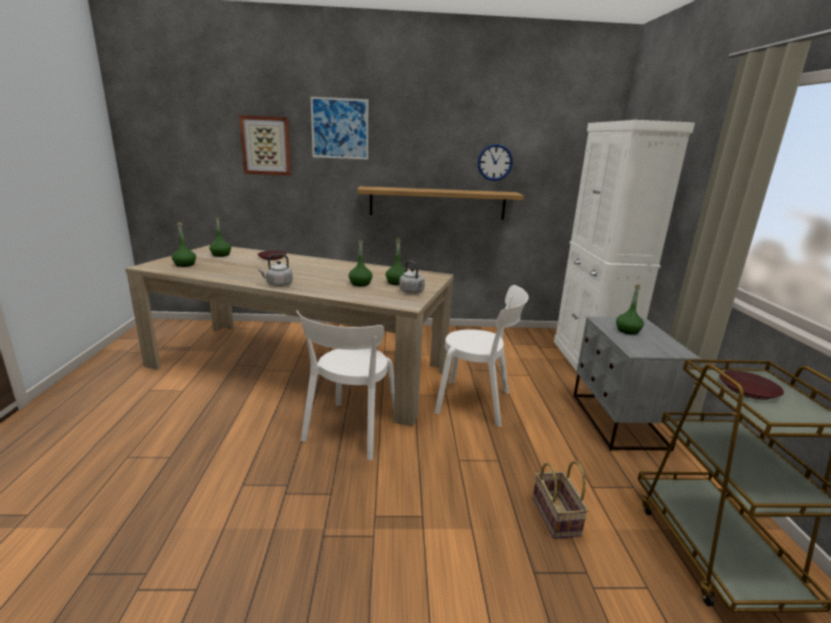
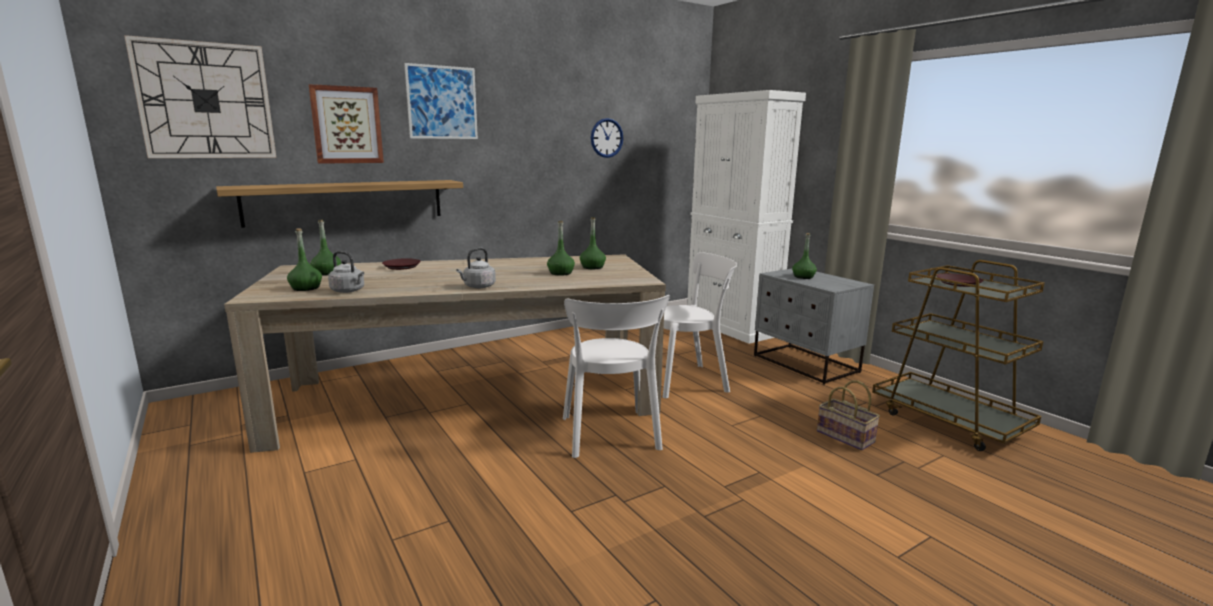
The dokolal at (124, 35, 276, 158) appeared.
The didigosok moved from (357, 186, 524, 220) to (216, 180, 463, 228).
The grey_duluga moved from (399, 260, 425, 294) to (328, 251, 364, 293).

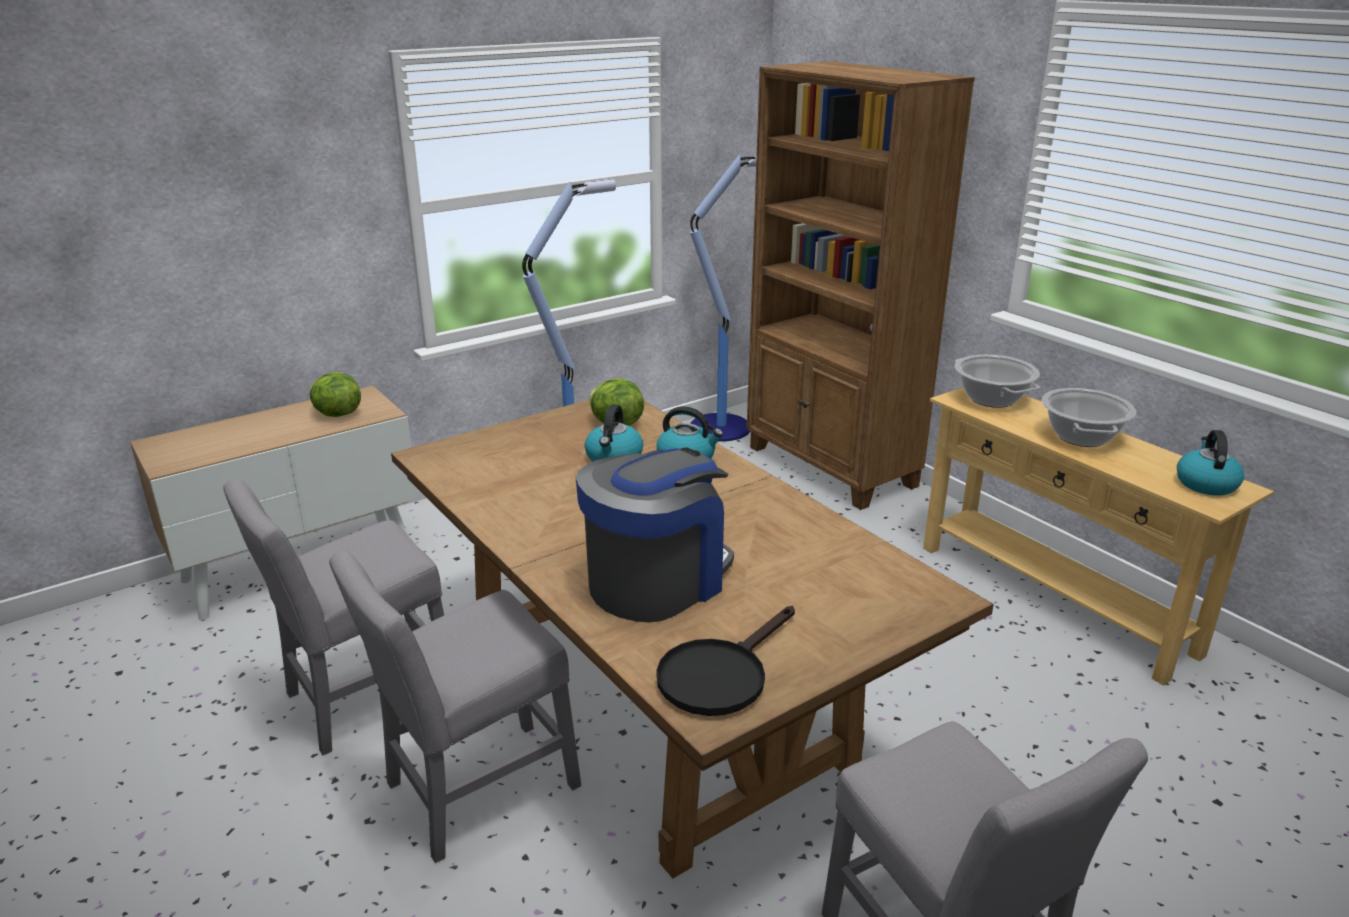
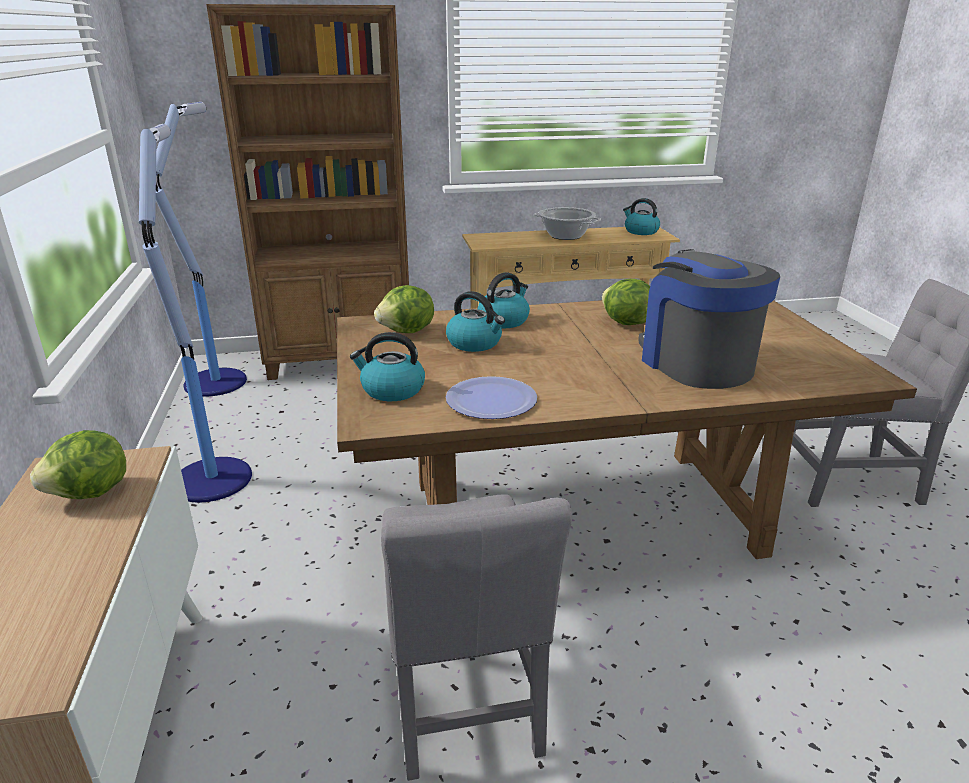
The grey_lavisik at (329, 551, 581, 863) disappeared.
The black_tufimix at (656, 606, 795, 716) disappeared.
The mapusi at (955, 355, 1040, 408) disappeared.
The duluga at (350, 332, 425, 401) appeared.
The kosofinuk at (446, 376, 537, 419) appeared.
The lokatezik at (602, 279, 650, 325) appeared.

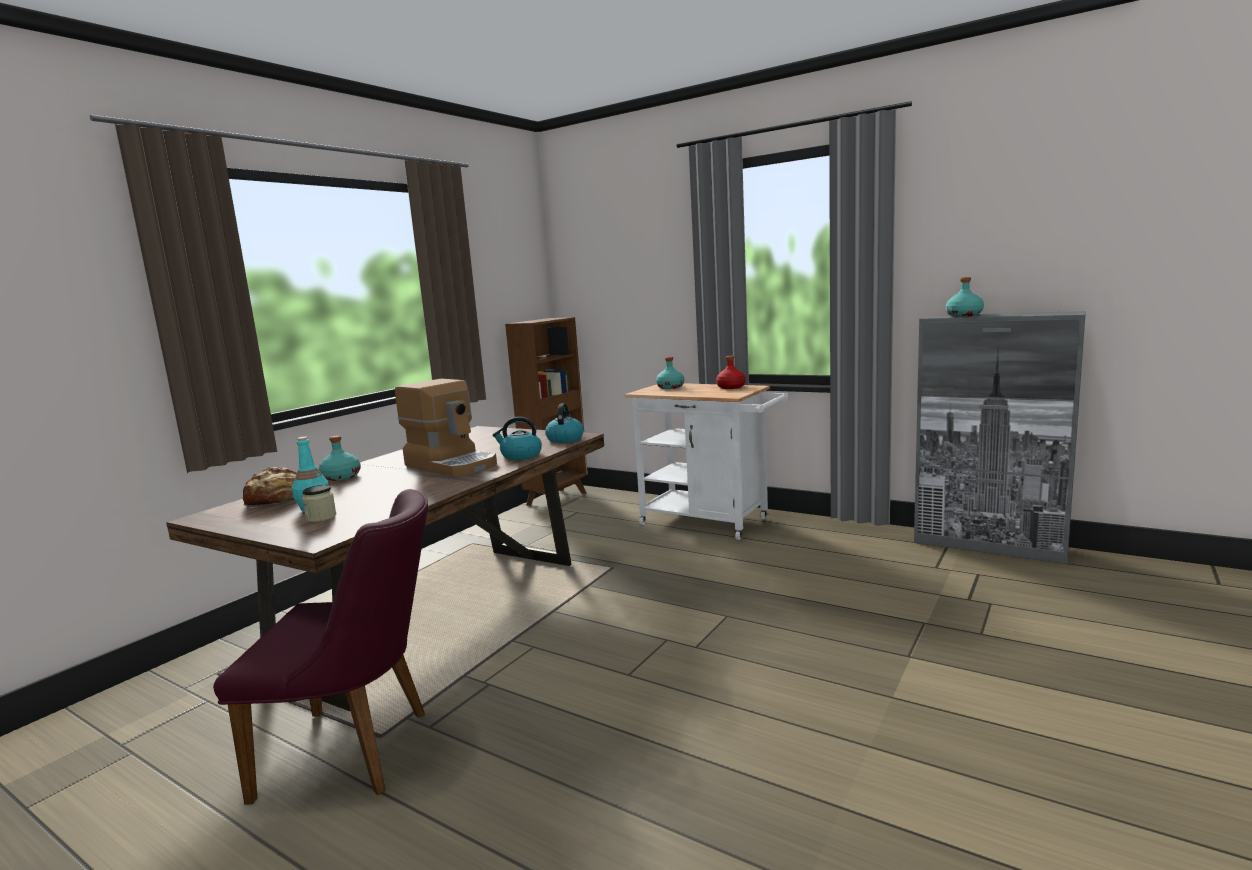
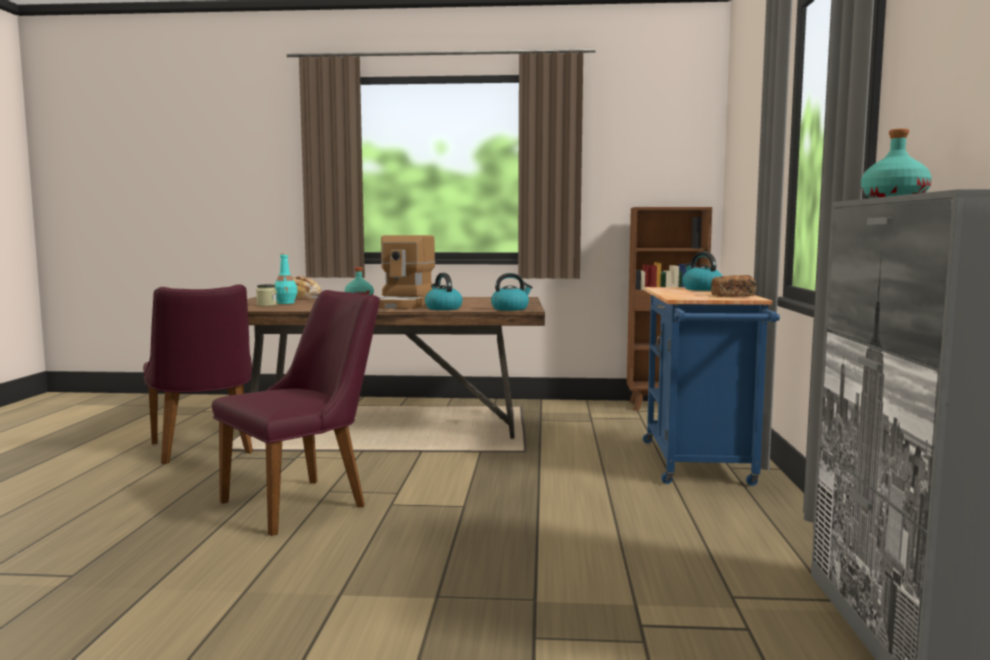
The purple_lavisik at (212, 290, 380, 536) appeared.
The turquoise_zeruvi at (656, 357, 684, 389) was replaced by the duluga at (682, 252, 722, 291).
The red_zeruvi at (716, 356, 746, 389) was replaced by the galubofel at (711, 275, 756, 297).
The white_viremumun at (624, 383, 788, 540) became the blue_viremumun at (643, 287, 780, 486).

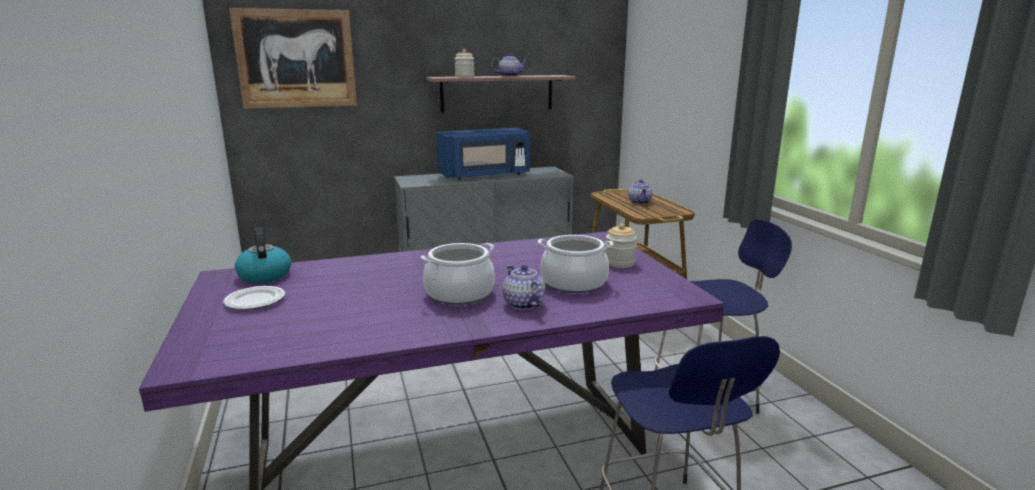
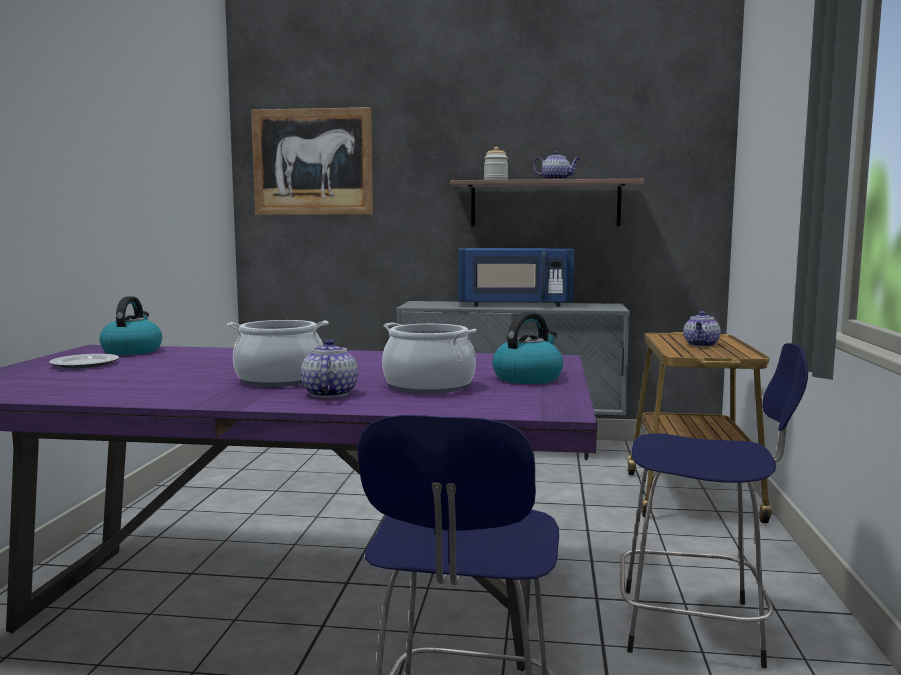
The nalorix at (606, 224, 637, 268) was replaced by the duluga at (492, 312, 563, 384).

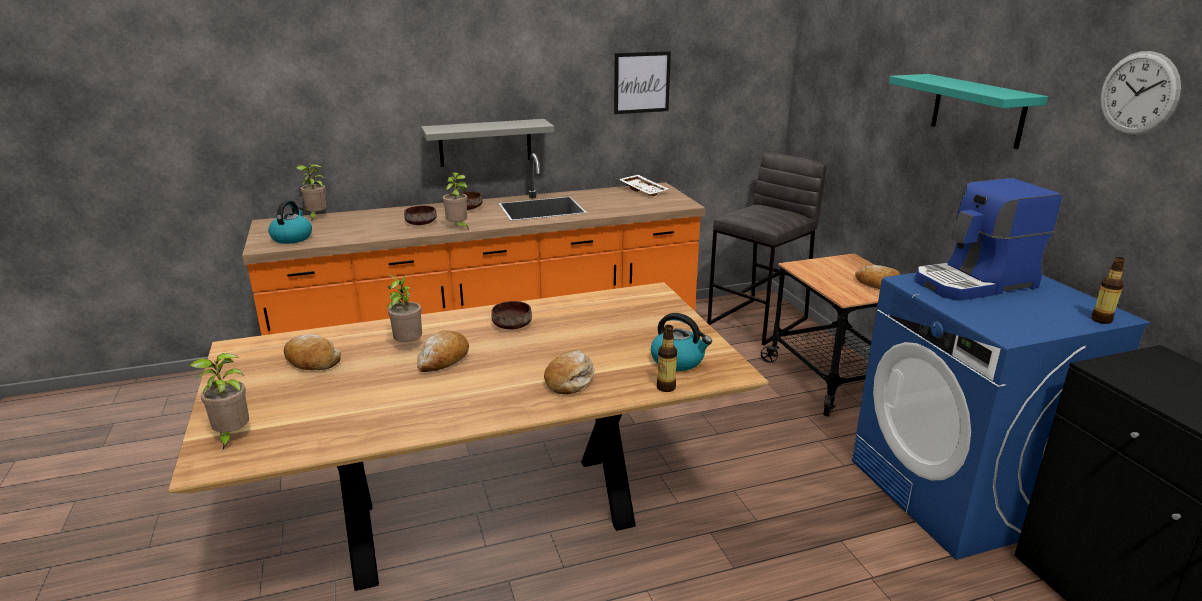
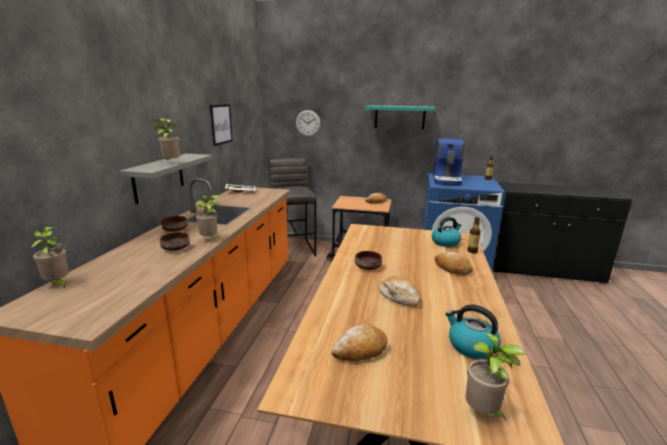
The duluga moved from (268, 200, 312, 244) to (445, 305, 501, 359).
The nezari moved from (387, 273, 422, 342) to (152, 118, 180, 162).
The dokolal moved from (1101, 51, 1181, 135) to (296, 110, 321, 137).

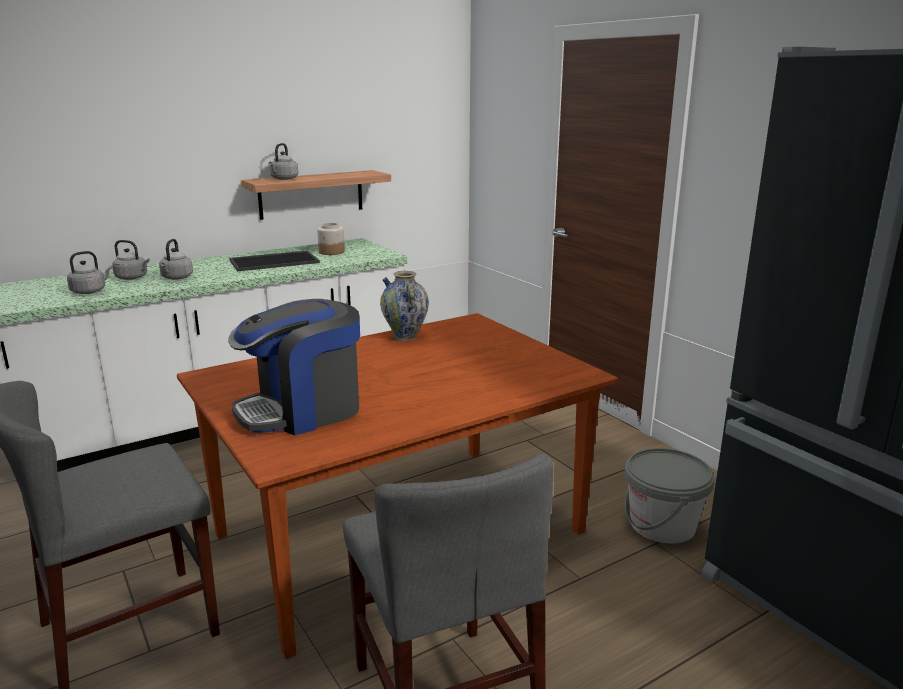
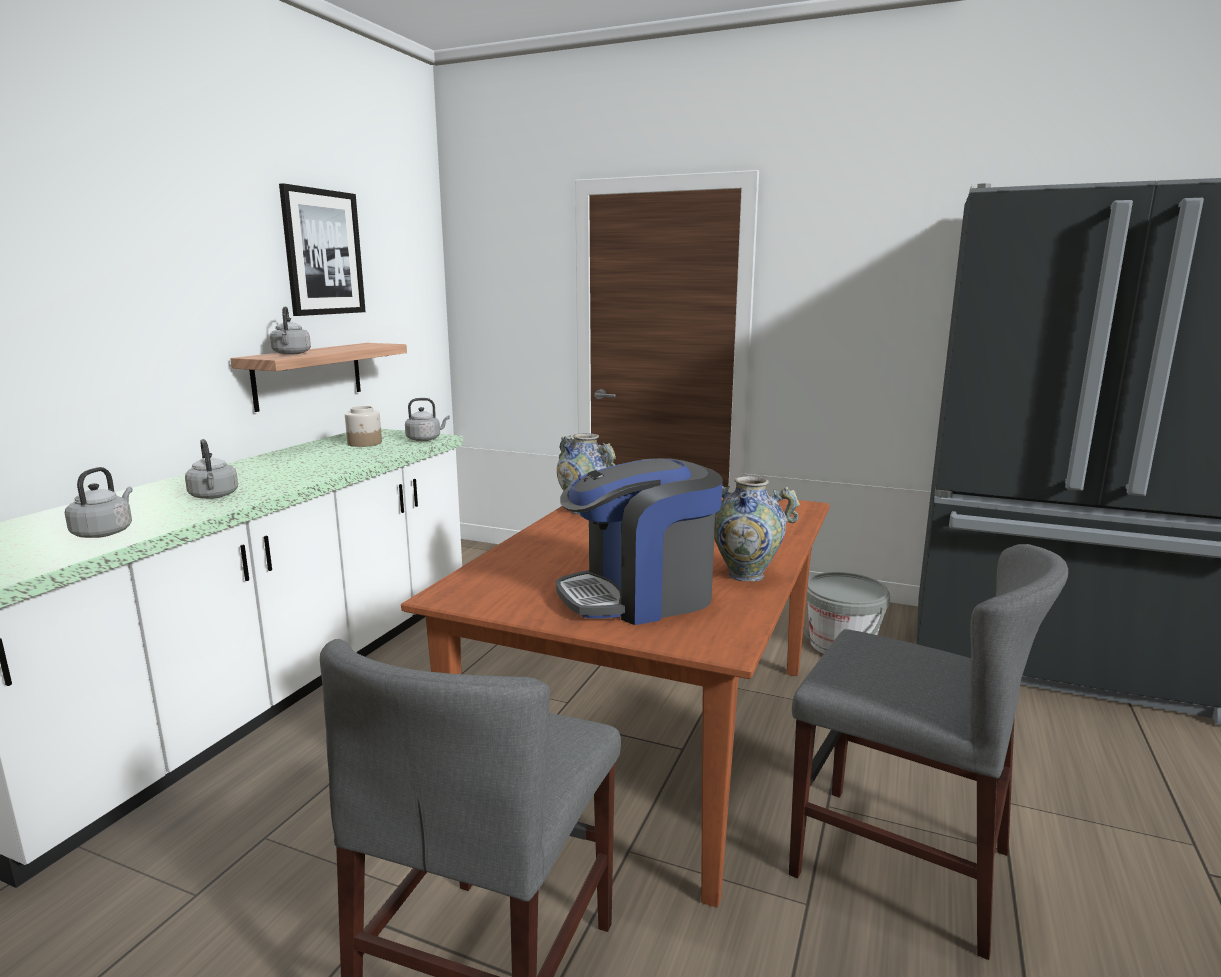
The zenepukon at (229, 250, 320, 271) disappeared.
The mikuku at (279, 183, 366, 316) appeared.
The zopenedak at (714, 476, 800, 582) appeared.
The grey_duluga moved from (112, 240, 150, 280) to (405, 398, 450, 441).
The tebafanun at (228, 299, 360, 435) turned 45 degrees clockwise.

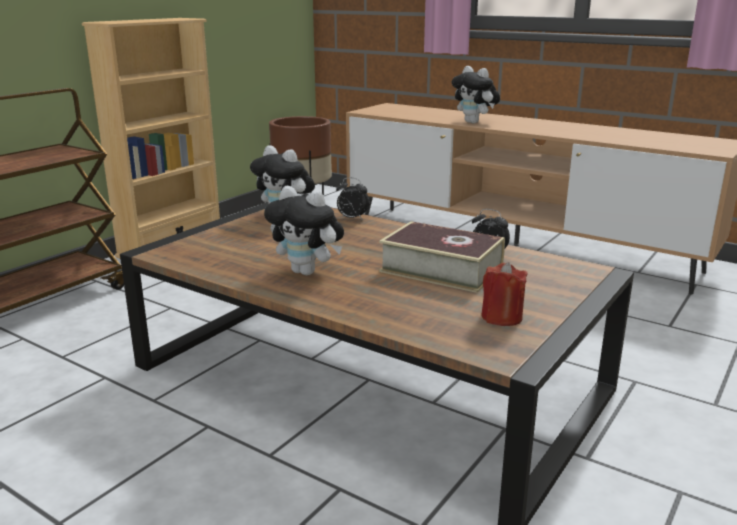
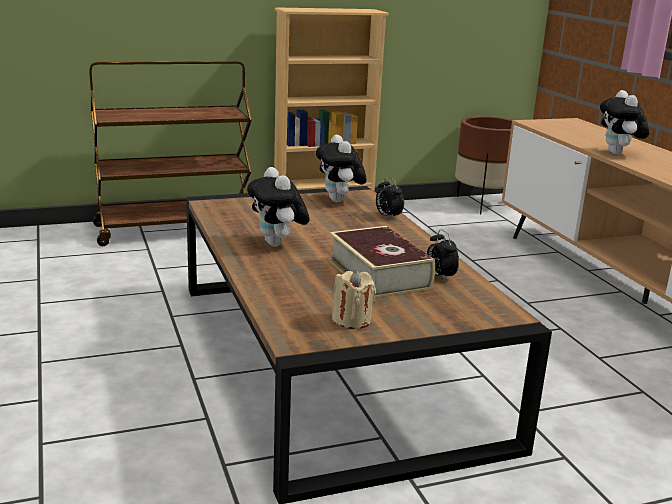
The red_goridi at (481, 262, 528, 326) became the beige_goridi at (332, 270, 376, 329).

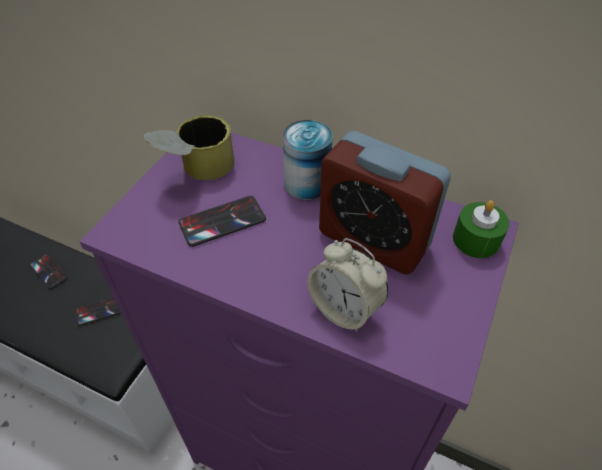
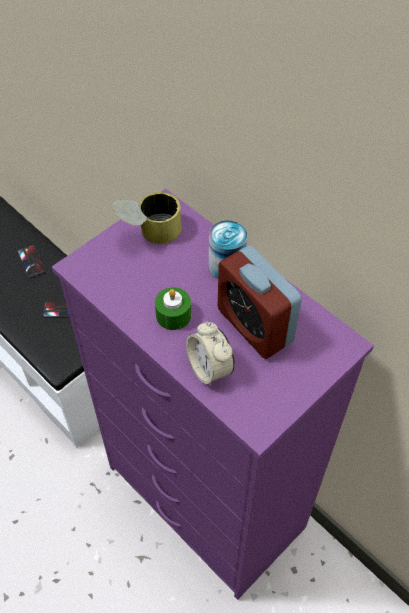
The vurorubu at (179, 196, 266, 247) disappeared.
The green_goridi moved from (453, 200, 509, 258) to (155, 287, 191, 330).

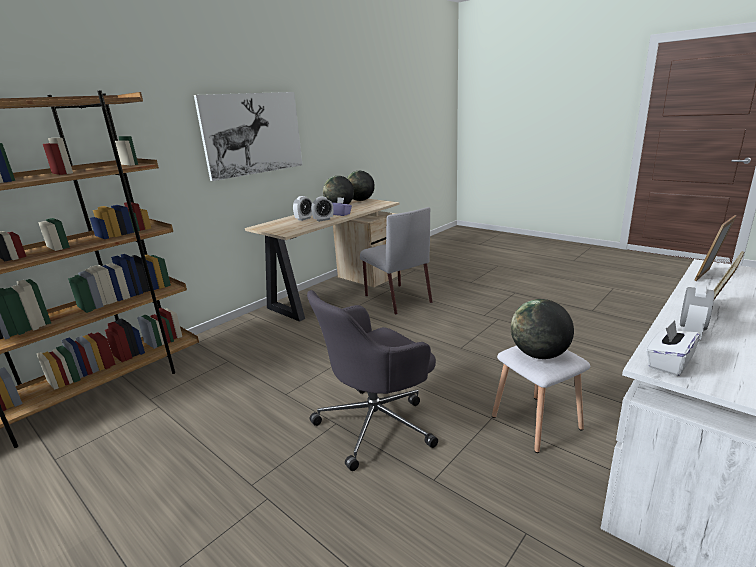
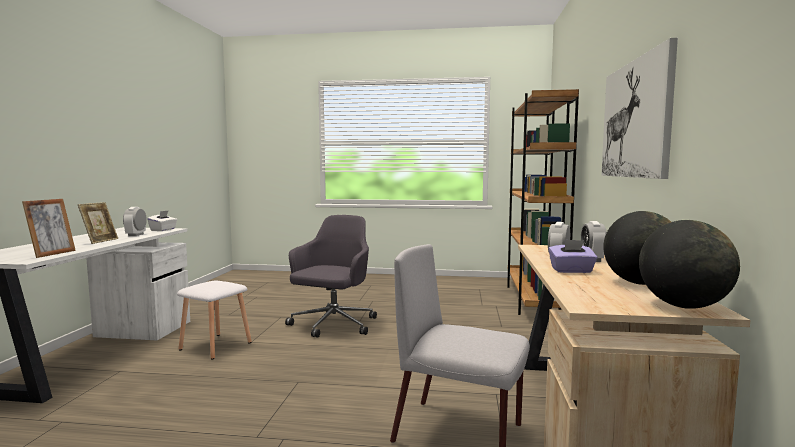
The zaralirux at (511, 299, 574, 359) disappeared.

